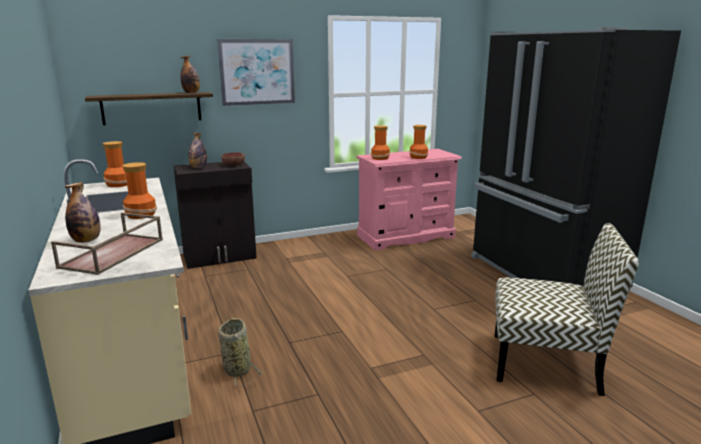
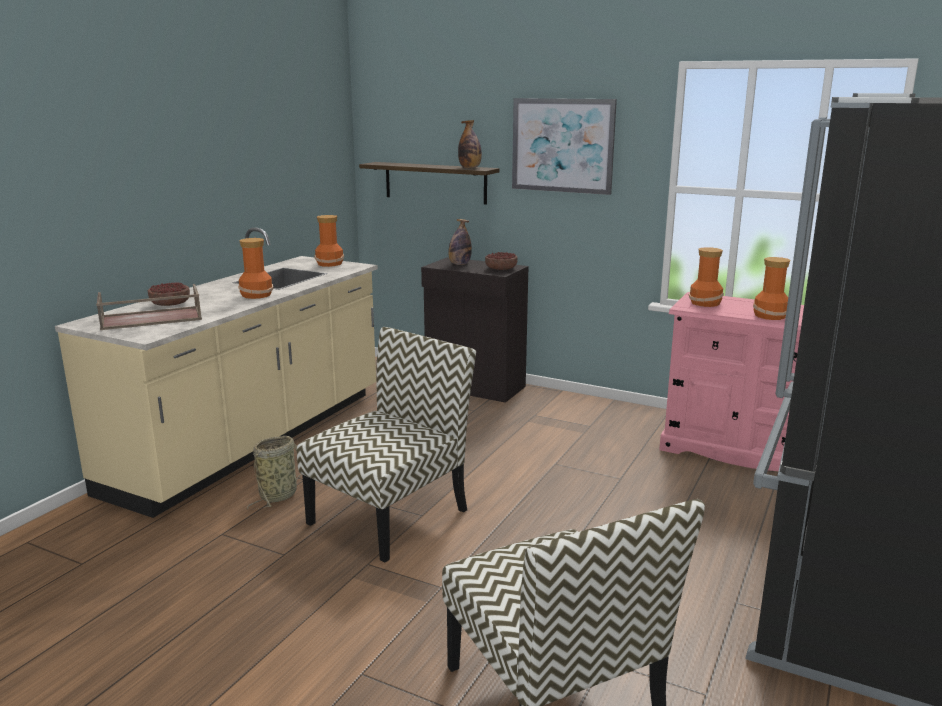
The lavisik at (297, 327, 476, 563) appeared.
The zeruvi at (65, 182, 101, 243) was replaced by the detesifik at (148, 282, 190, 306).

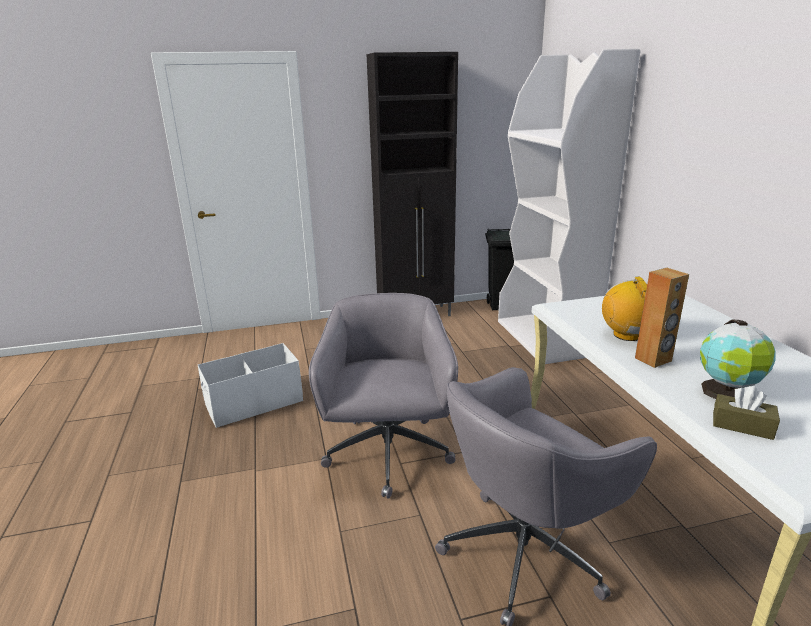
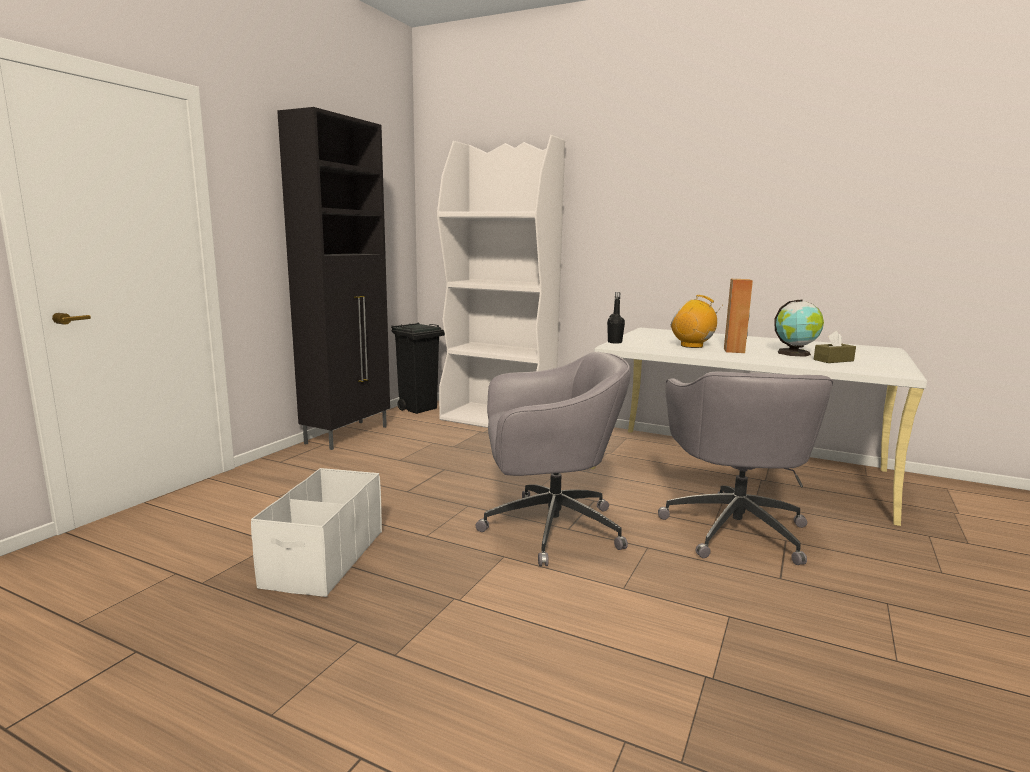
The black_zeruvi at (607, 292, 625, 344) appeared.
The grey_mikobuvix at (309, 293, 458, 499) turned 135 degrees clockwise.

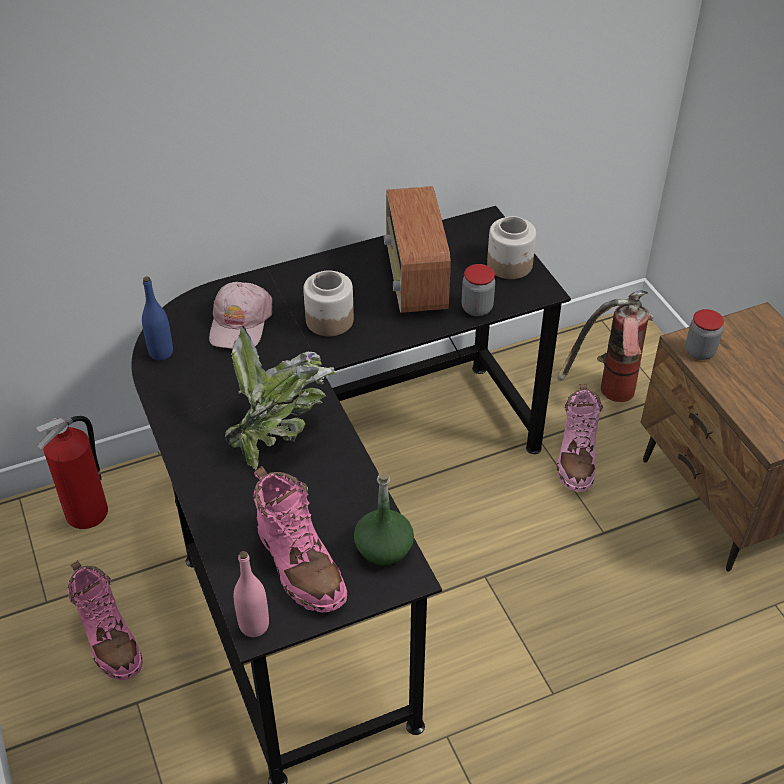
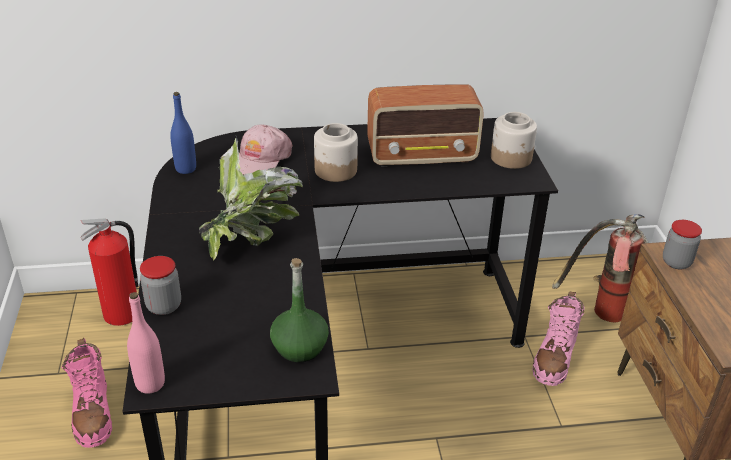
The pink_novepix at (253, 466, 347, 613) disappeared.
The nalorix moved from (461, 264, 495, 316) to (140, 256, 181, 315).
The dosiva at (384, 186, 451, 314) turned 105 degrees counterclockwise.

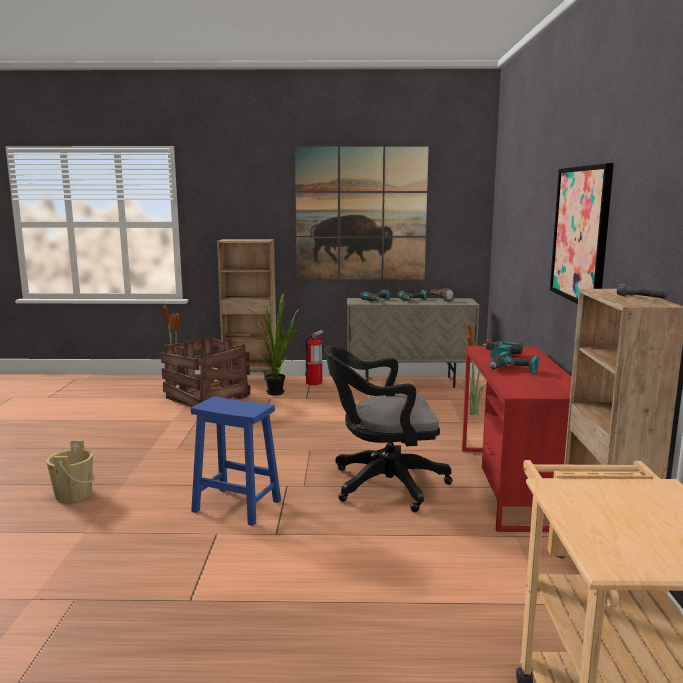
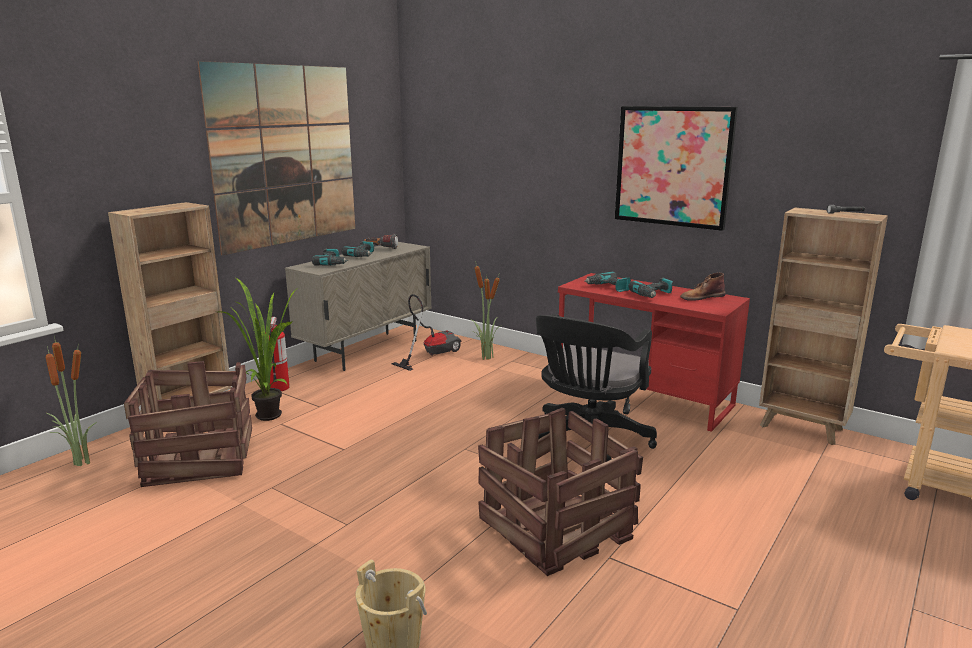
The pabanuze at (392, 294, 461, 371) appeared.
The brown_novepix at (680, 273, 726, 301) appeared.
The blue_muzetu at (191, 396, 281, 526) was replaced by the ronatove at (478, 407, 643, 576).

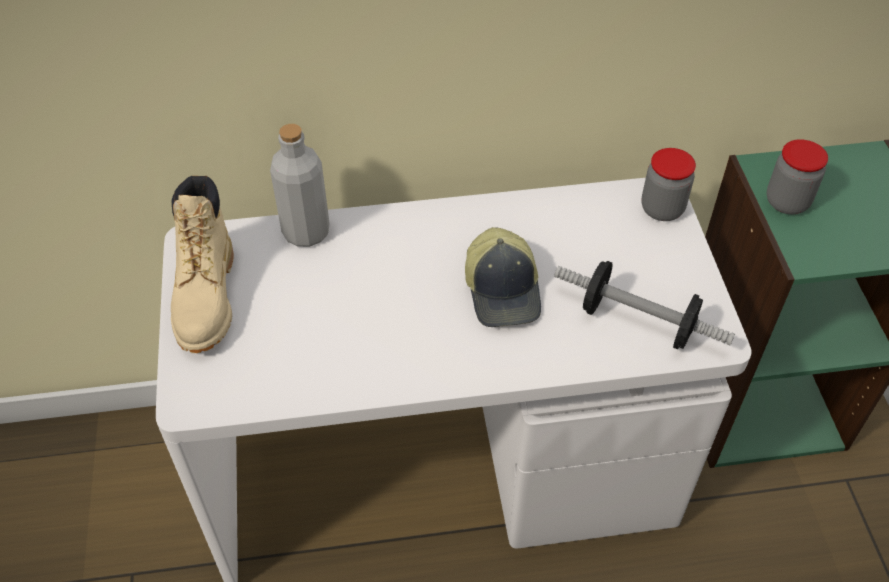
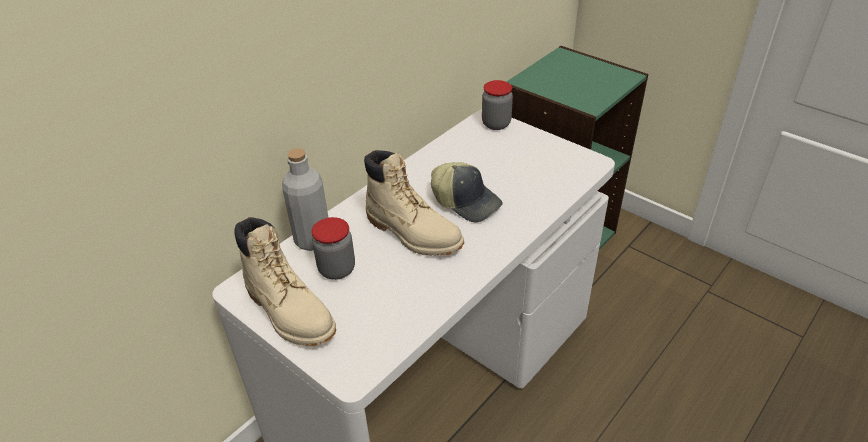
The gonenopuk at (554, 261, 735, 349) disappeared.
The beige_novepix at (364, 150, 464, 256) appeared.
The nalorix moved from (767, 139, 828, 214) to (312, 217, 355, 280).

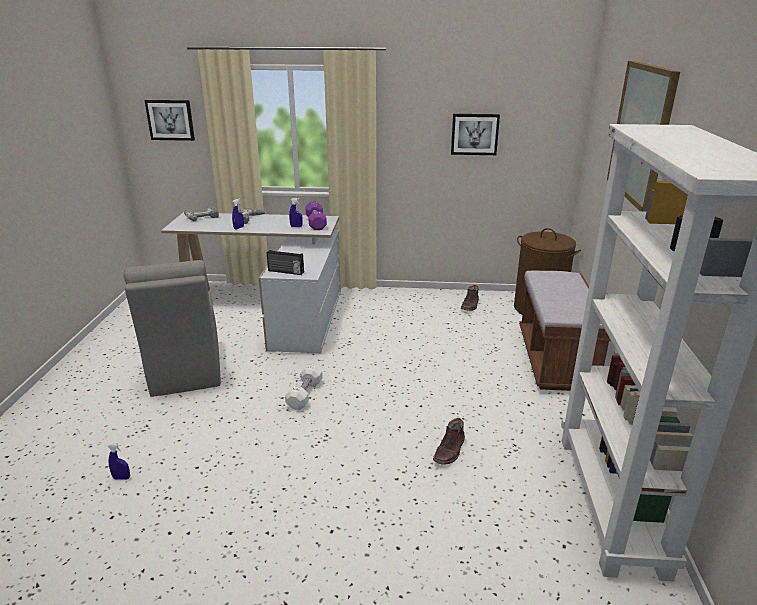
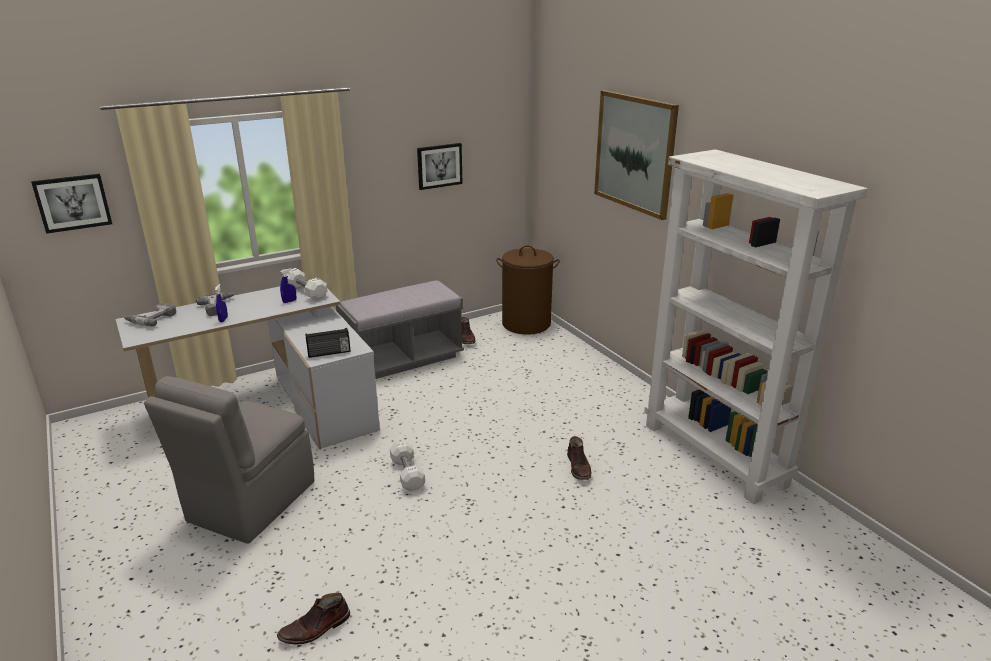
The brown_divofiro at (519, 271, 611, 391) disappeared.
The grey_divofiro at (336, 280, 464, 379) appeared.
The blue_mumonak at (107, 444, 130, 480) was replaced by the brown_novepix at (277, 593, 350, 644).
The purple_gonenopuk at (305, 202, 327, 230) became the white_gonenopuk at (287, 268, 327, 301).
The grey_lavisik at (124, 260, 221, 397) turned 75 degrees clockwise.

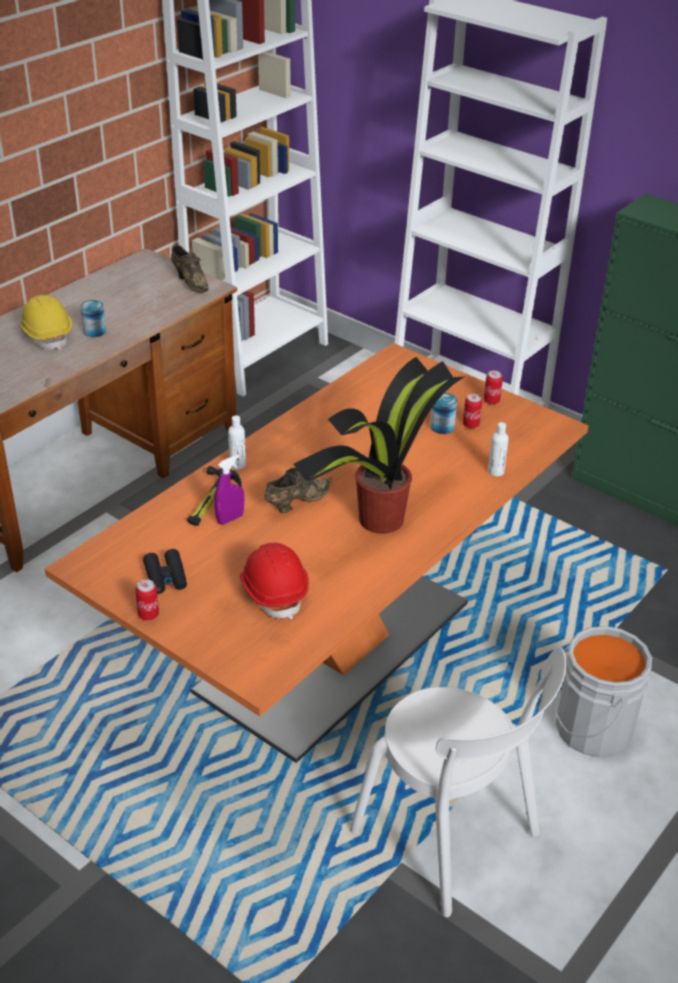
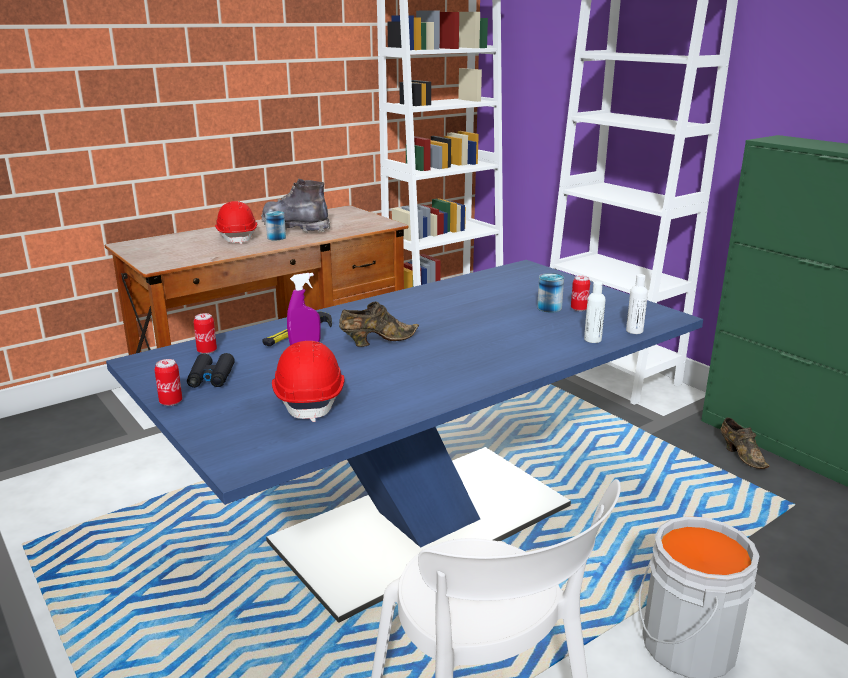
The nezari at (294, 357, 466, 534) disappeared.
The grey_novepix at (261, 179, 330, 233) appeared.
The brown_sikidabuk moved from (171, 245, 209, 293) to (721, 418, 769, 469).
The white_zeruvi moved from (228, 415, 246, 470) to (626, 274, 648, 334).
The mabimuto moved from (484, 371, 503, 405) to (194, 313, 217, 354).
The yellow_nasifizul at (20, 295, 72, 350) became the red_nasifizul at (215, 201, 257, 244).
The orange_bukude at (45, 343, 589, 763) became the blue_bukude at (106, 260, 703, 623).

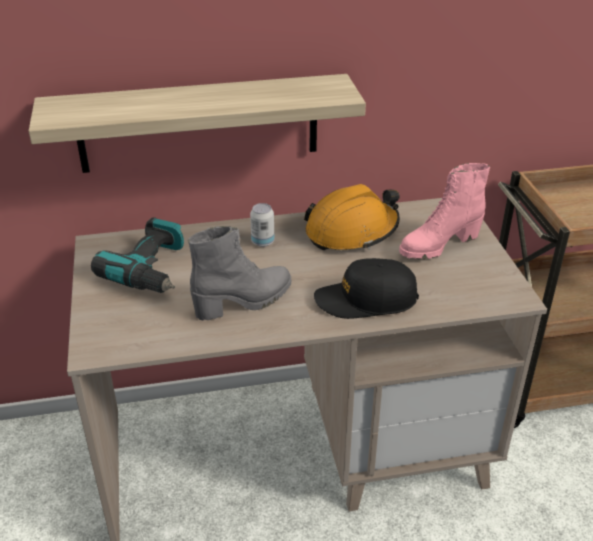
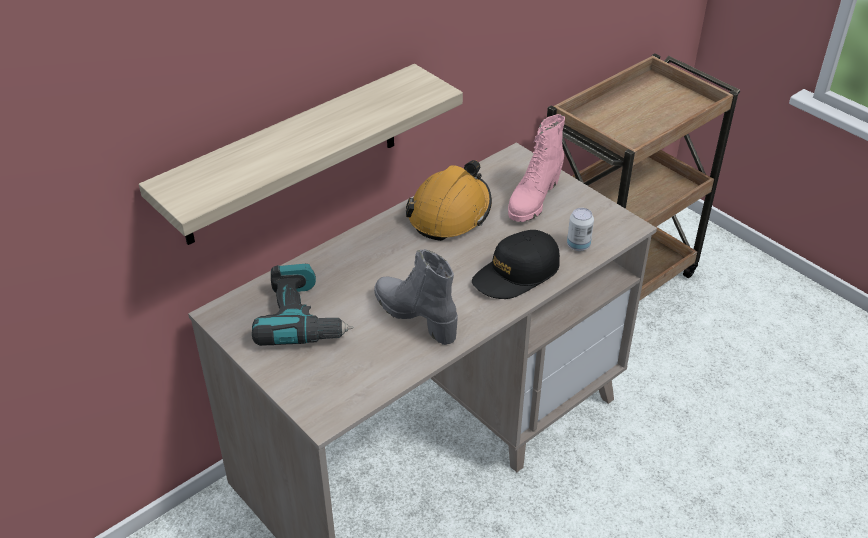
The mabimuto moved from (250, 203, 274, 247) to (567, 208, 594, 251).
The grey_novepix at (188, 226, 291, 321) turned 75 degrees counterclockwise.

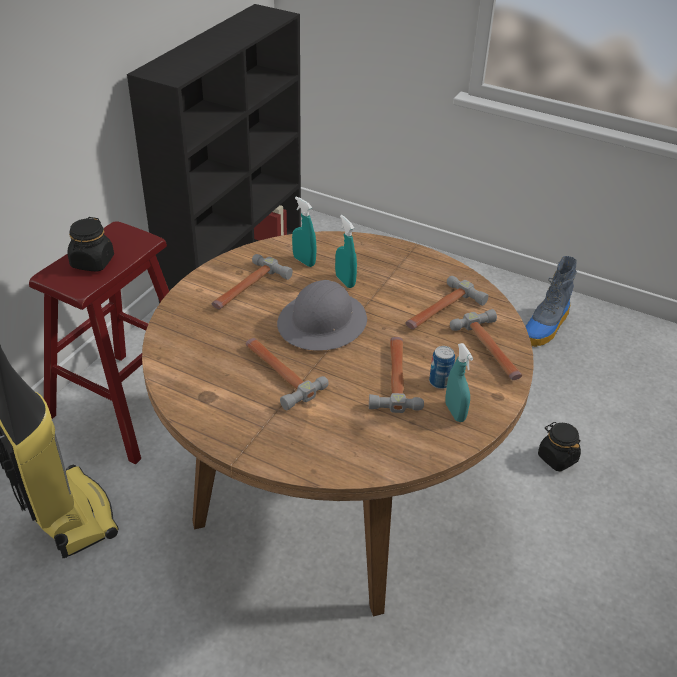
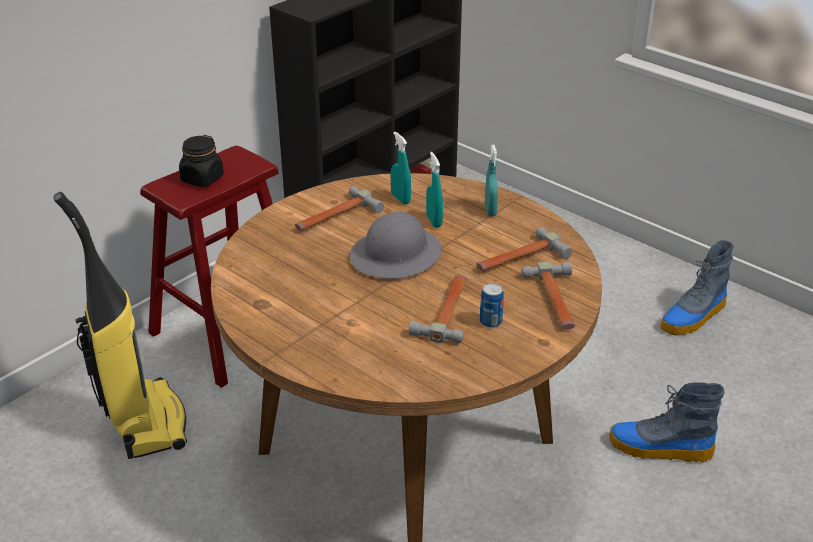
The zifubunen at (245, 338, 329, 410) disappeared.
The turquoise_mumonak moved from (445, 343, 473, 422) to (485, 145, 498, 216).
The black_nalorix at (538, 422, 581, 471) was replaced by the novepix at (609, 382, 725, 462).

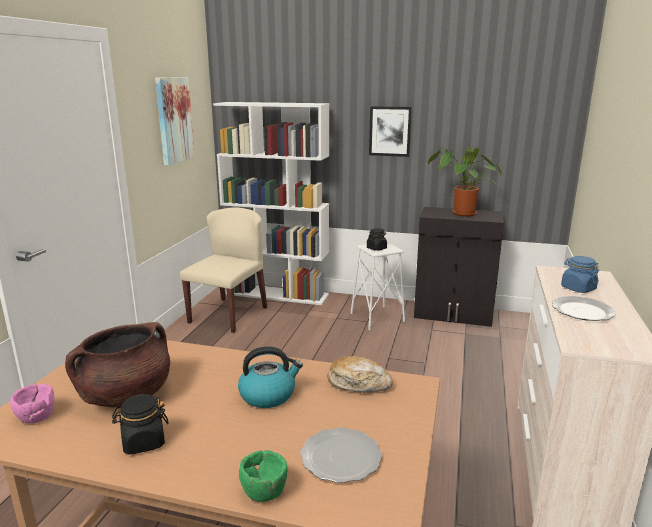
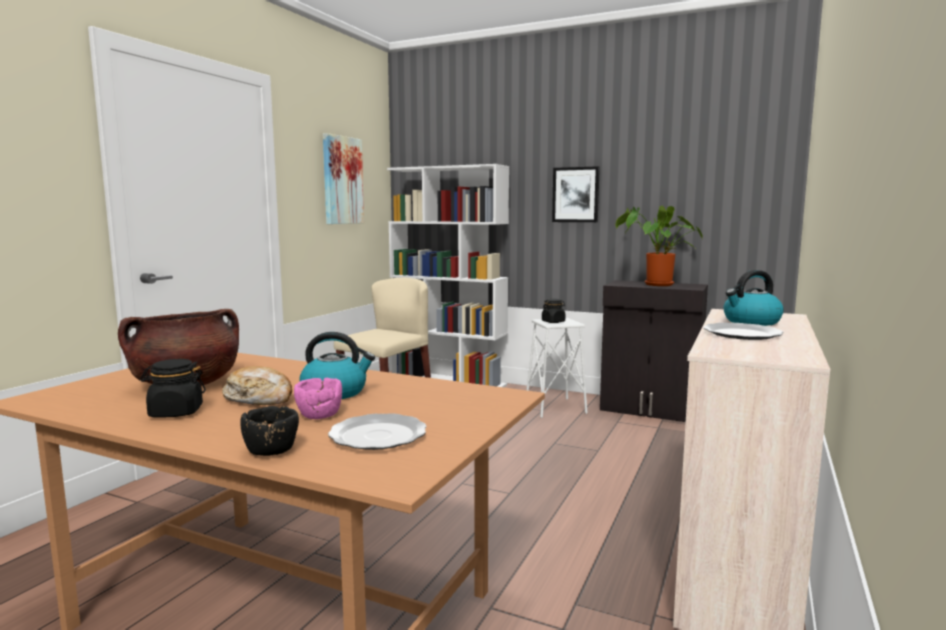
The pink_detesifik moved from (10, 384, 54, 424) to (294, 378, 342, 419).
The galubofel moved from (327, 356, 393, 392) to (222, 366, 292, 405).
The blue_nalorix at (561, 256, 599, 293) was replaced by the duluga at (723, 270, 784, 326).
The green_detesifik at (239, 450, 288, 502) became the black_detesifik at (240, 406, 299, 456).

